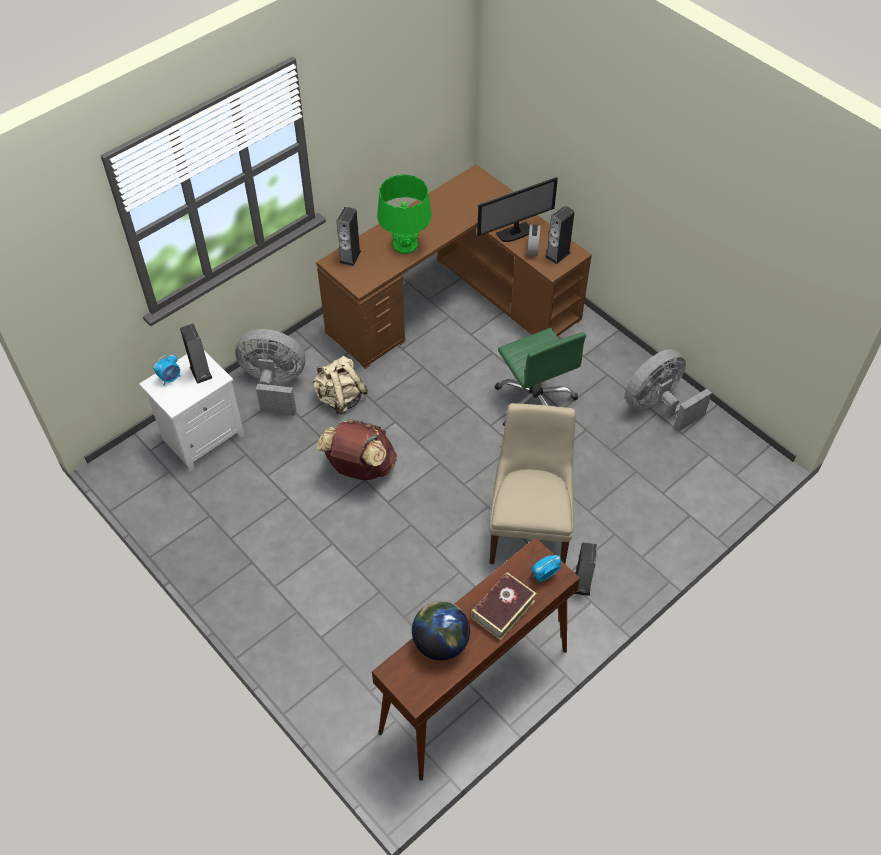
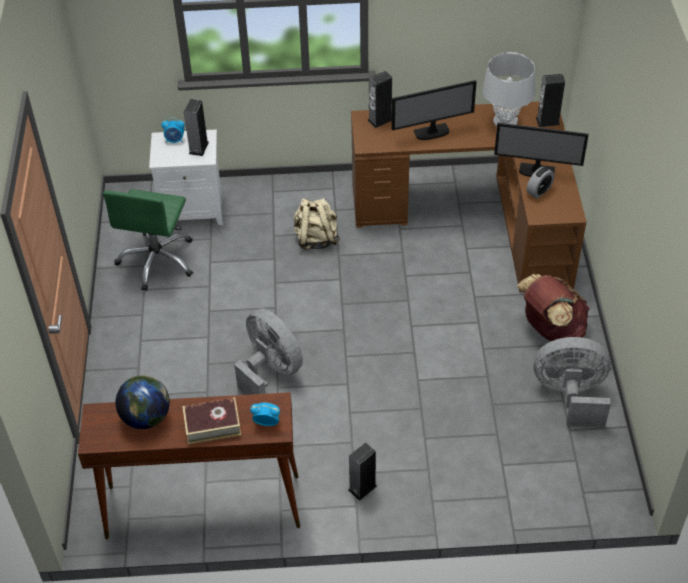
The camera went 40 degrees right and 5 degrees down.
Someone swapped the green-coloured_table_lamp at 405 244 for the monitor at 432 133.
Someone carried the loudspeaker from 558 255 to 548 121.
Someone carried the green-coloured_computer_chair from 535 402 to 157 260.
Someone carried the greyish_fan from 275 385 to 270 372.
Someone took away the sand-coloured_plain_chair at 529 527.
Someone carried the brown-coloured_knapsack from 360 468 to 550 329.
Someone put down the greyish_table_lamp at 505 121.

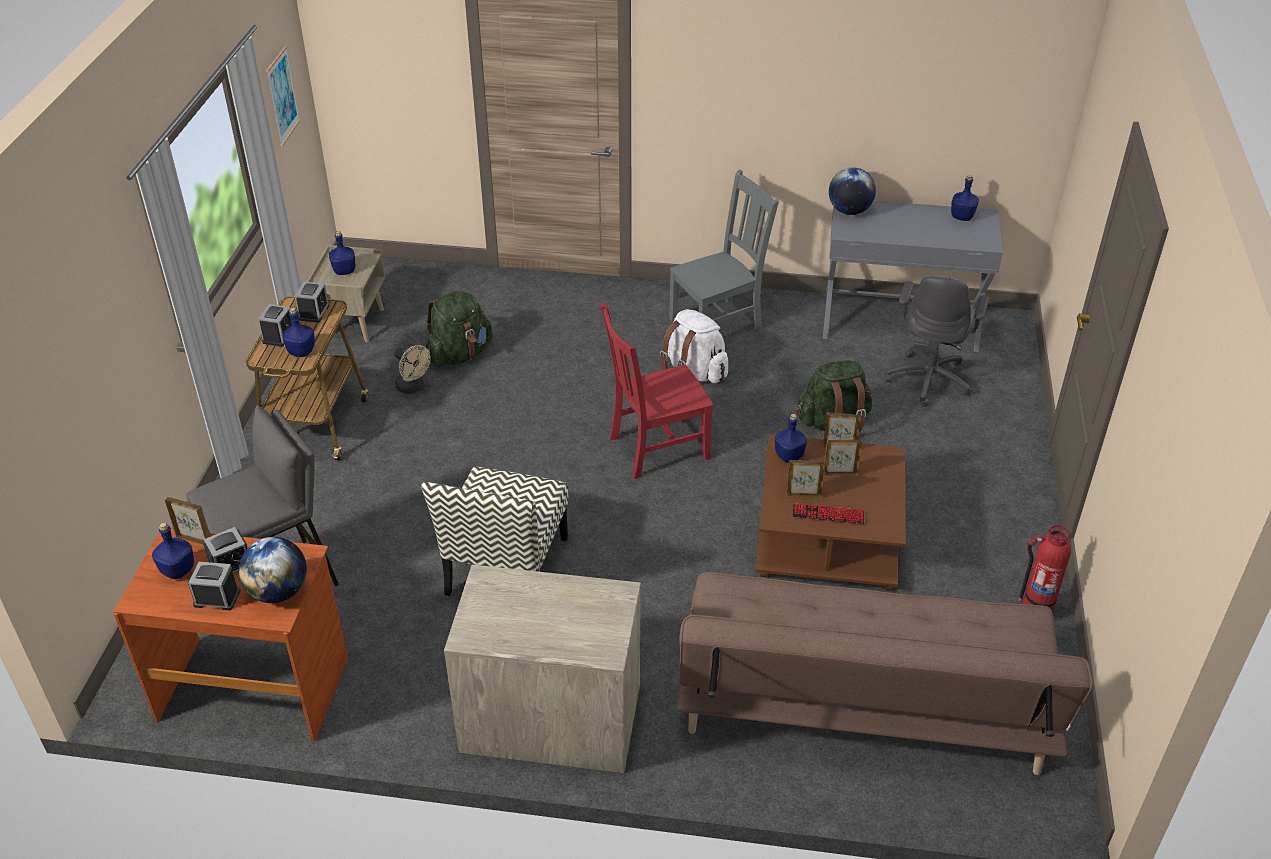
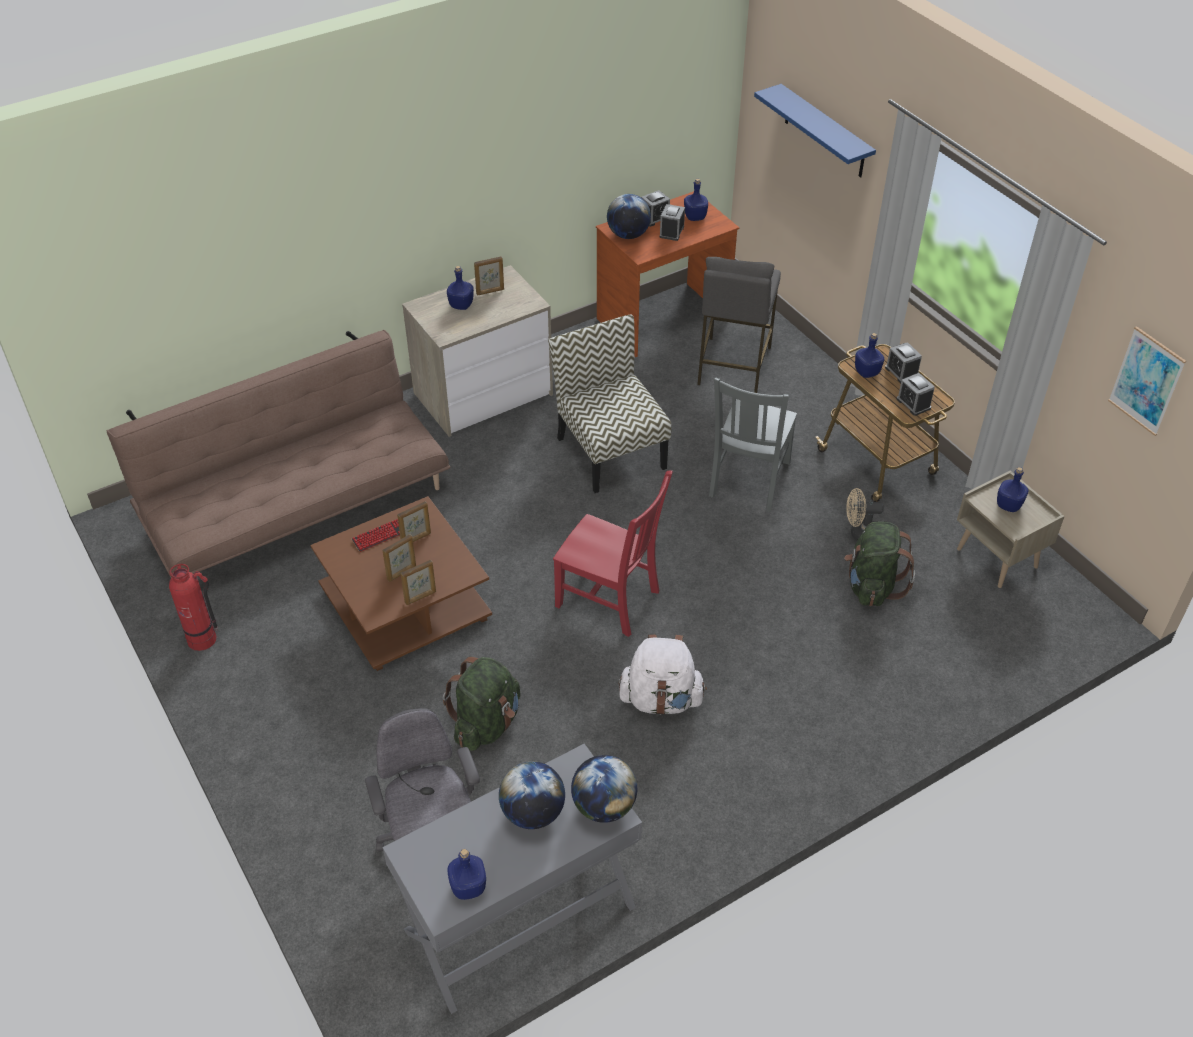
The camera went 140 degrees right and 5 degrees up.
Someone carried the greyish_plain_chair from 718 323 to 748 481.
Someone rotated the red-coloured_plain_chair at 655 448 by 90 degrees clockwise.
Someone carried the bluish_beverage_bottle from 788 456 to 461 305.
Someone carried the picture_frame from 194 539 to 490 291.
Someone put up the bluish_shelf at 825 132.
Someone put down the world_globe at 533 813.

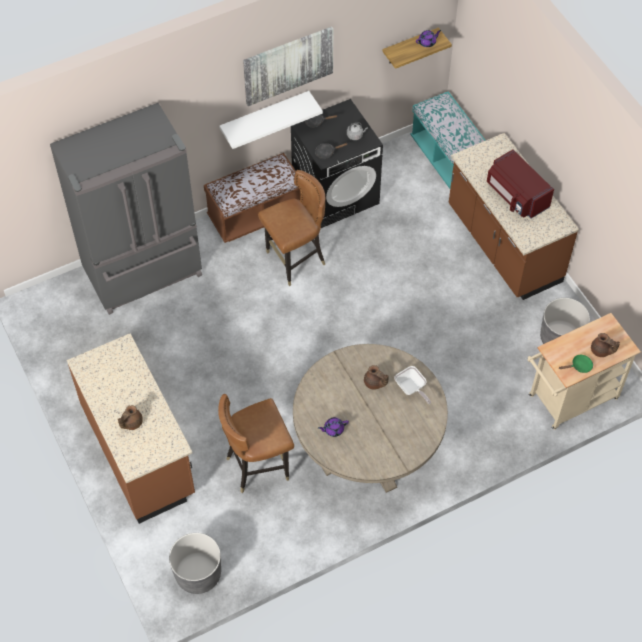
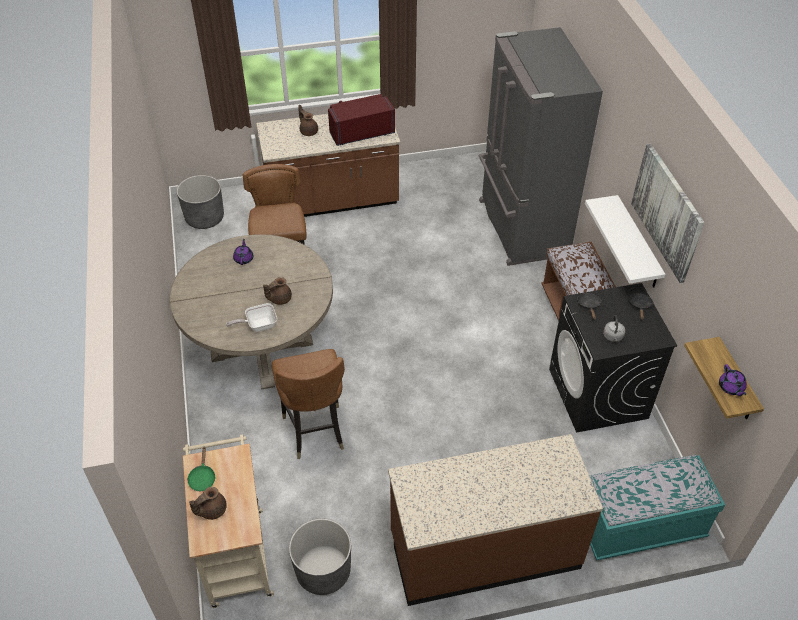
The camera went 105 degrees right and 10 degrees down.
Someone carried the red-coloured_microwave from 516 196 to 360 132.
Someone carried the brown-coloured_plain_chair from 295 261 to 314 430.

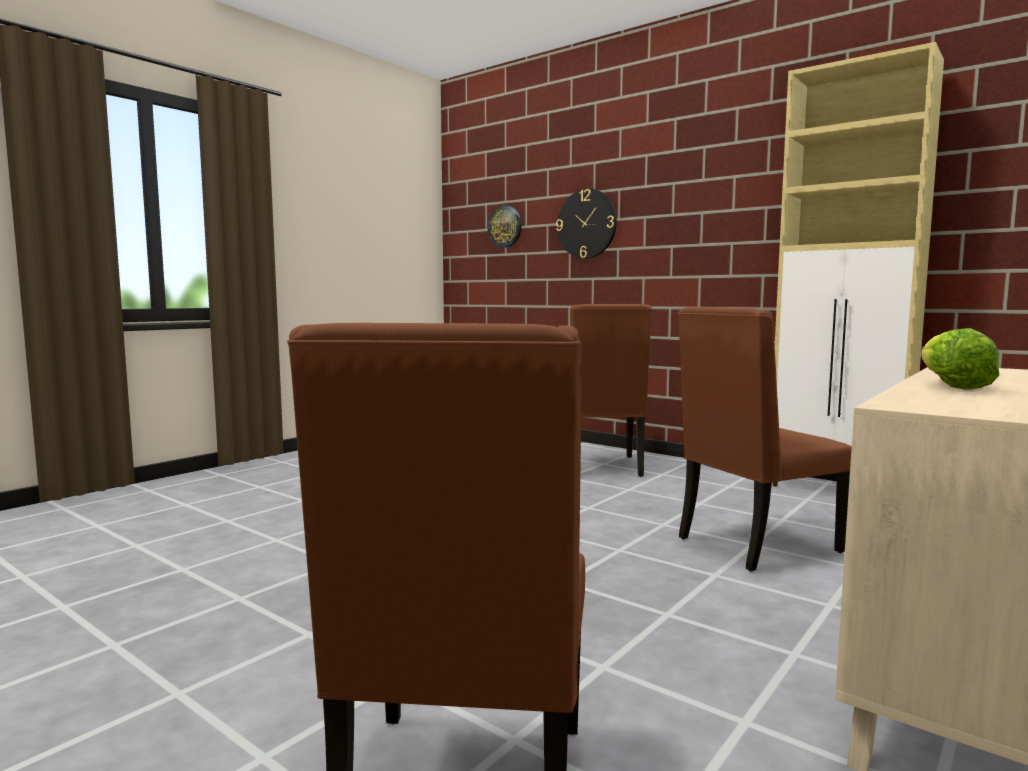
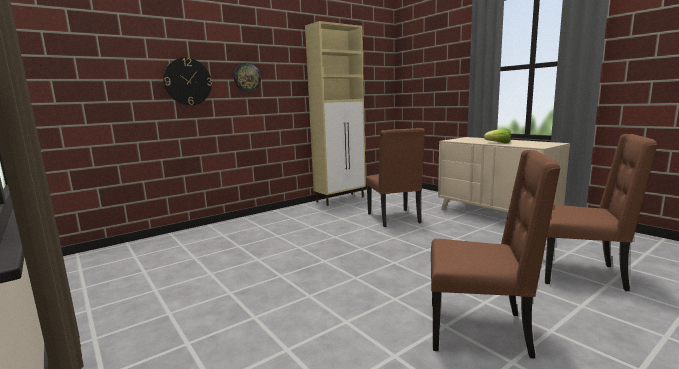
The camera went 75 degrees left and 5 degrees up.
Someone carried the hanging_clock from 505 226 to 247 77.
Someone carried the brown-coloured_plain_chair from 602 467 to 480 330.

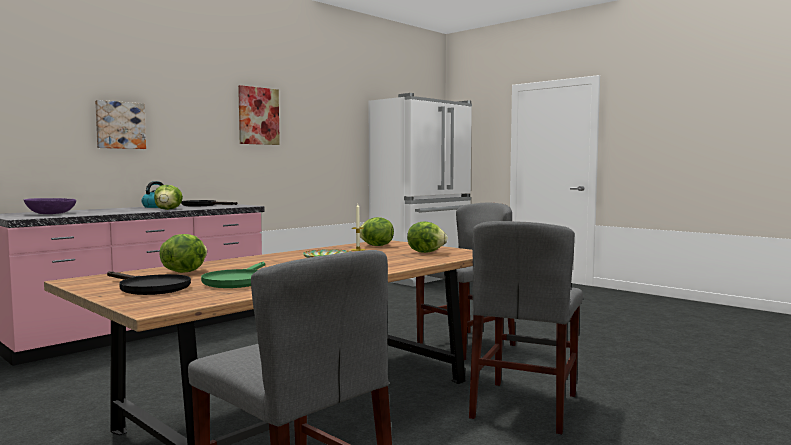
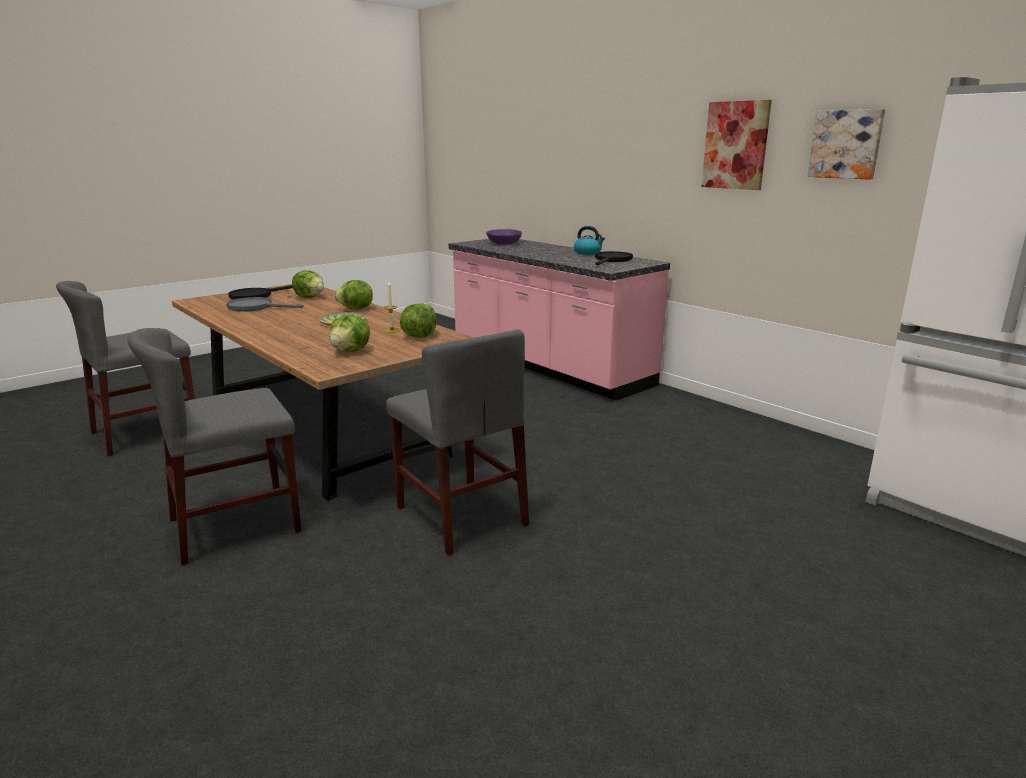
The camera went 95 degrees right and 15 degrees up.
Someone carried the wall_picture from 120 125 to 846 144.
Someone carried the head_of_lettuce from 168 209 to 356 309.
Someone rotated the greyish_plain_chair at 525 406 by 60 degrees counterclockwise.
Someone repainted the green-coloured_pan at 237 281, which became the greyish_pan at 256 307.

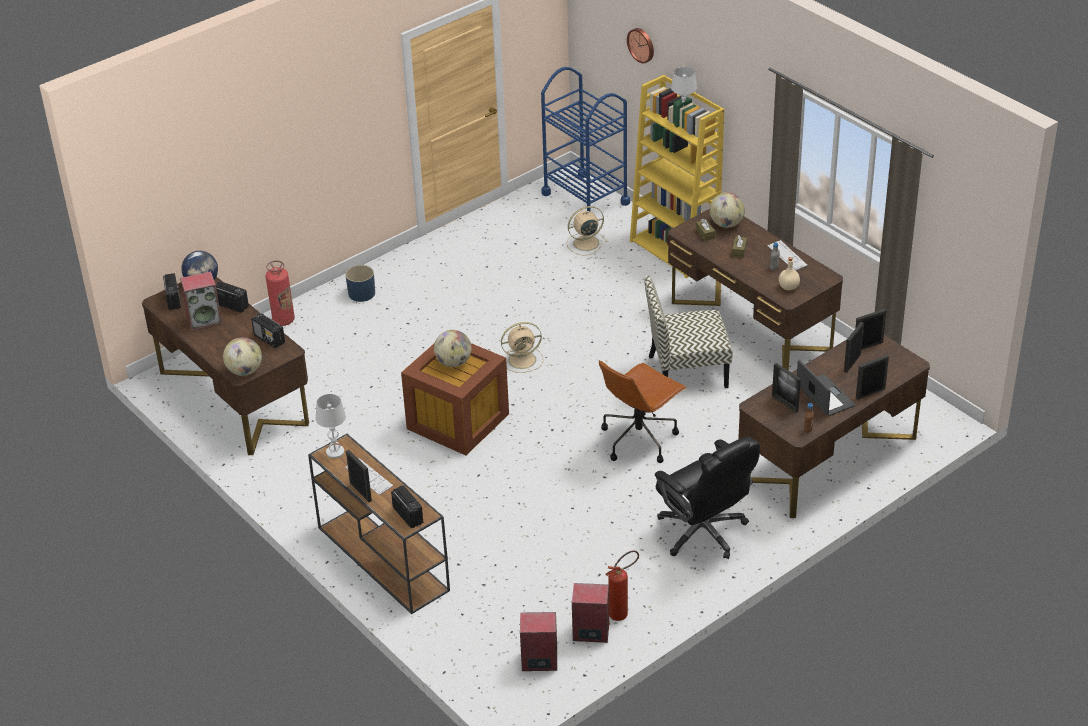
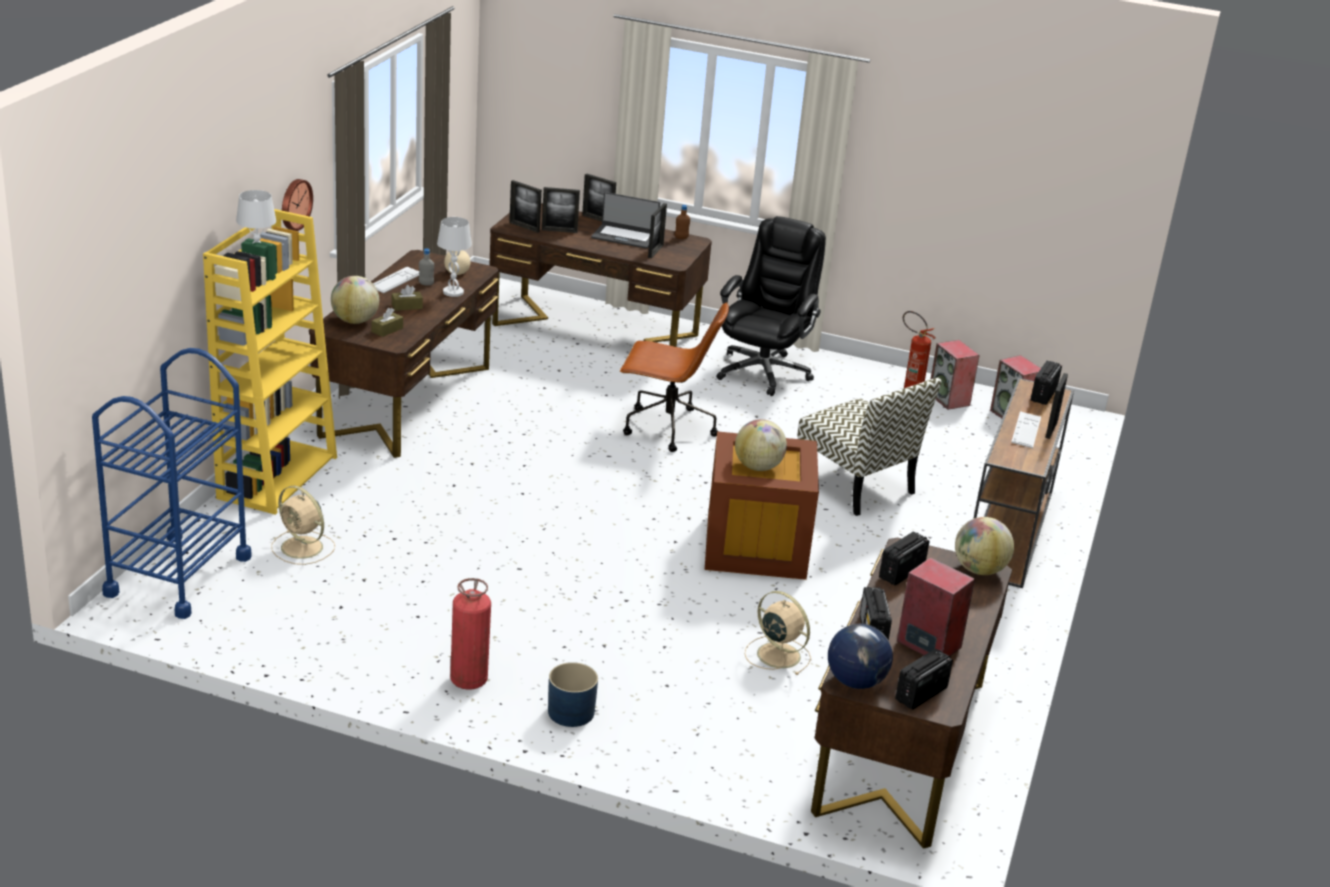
The camera went 125 degrees left and 10 degrees down.
Someone carried the hanging_clock from 641 45 to 294 204.
Someone carried the fire_extinguisher from 283 320 to 468 680.
Someone carried the plain_chair from 686 372 to 856 485.
Someone rotated the radio at 269 339 by 150 degrees counterclockwise.
Someone carried the sand-coloured_fan from 523 359 to 777 654.
Someone rotated the laptop at 824 396 by 105 degrees counterclockwise.
Someone carried the white_table_lamp from 335 452 to 453 292.

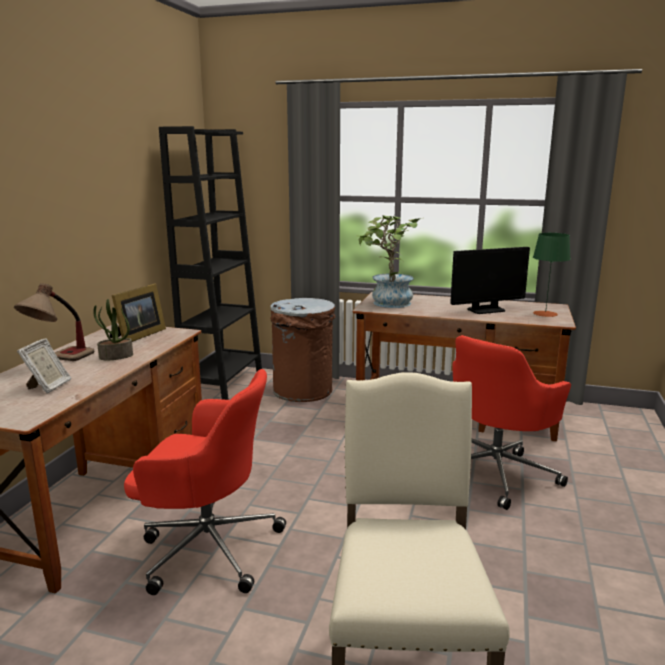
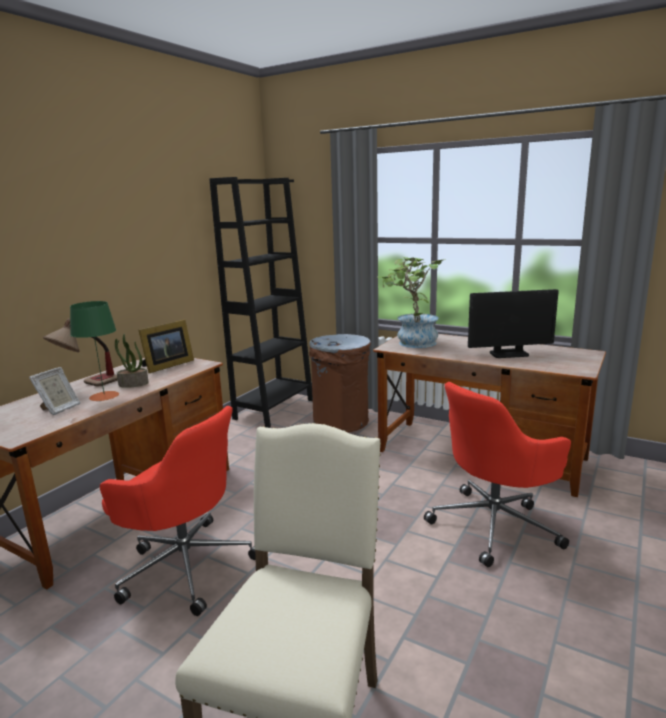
The camera went 15 degrees right and 0 degrees up.
Someone carried the green-coloured_table_lamp from 545 314 to 104 396.

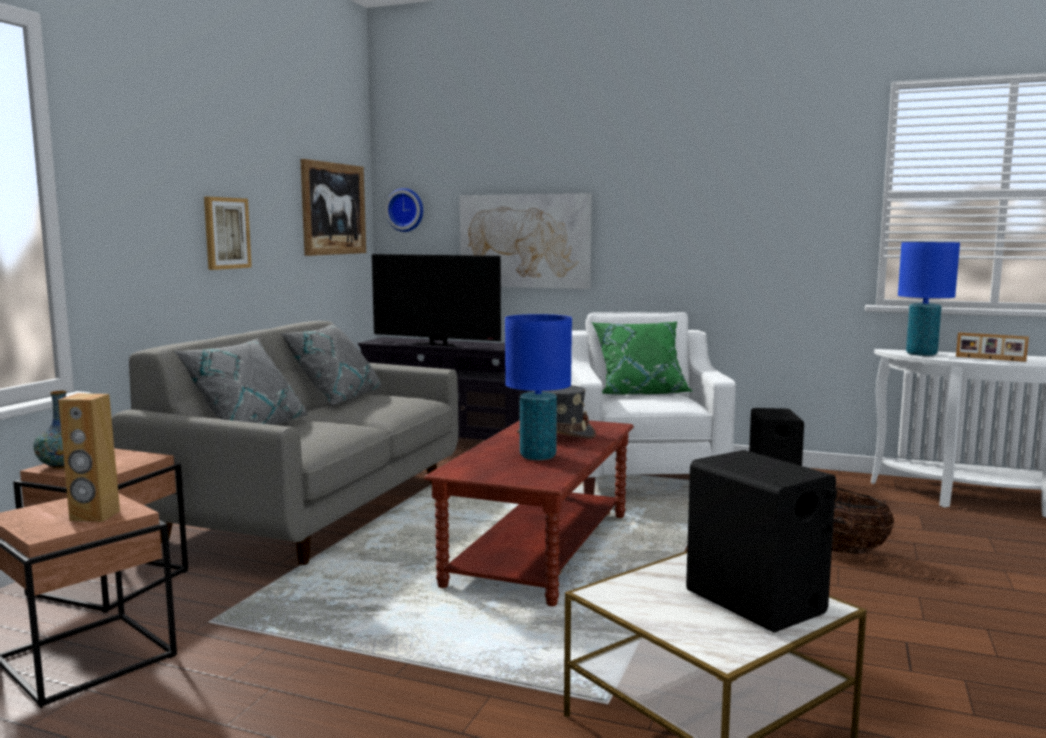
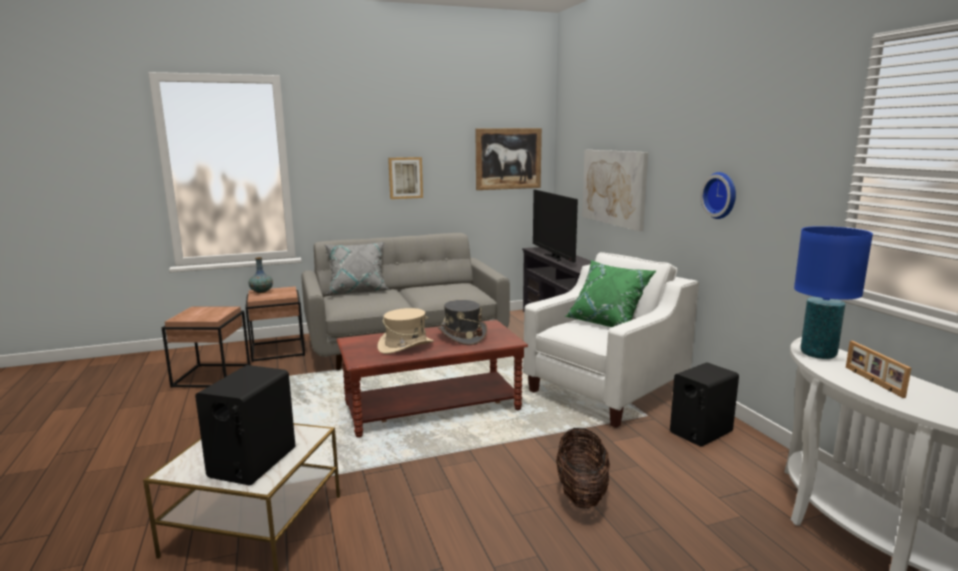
The camera went 50 degrees right and 5 degrees up.
Someone carried the hanging_clock from 406 210 to 721 195.
Someone swapped the bluish_table_lamp at 538 457 for the sand-coloured_clothing_hat at 406 346.
Someone took away the greyish_pillow at 336 399.
Someone took away the brown-coloured_loudspeaker at 94 516.

